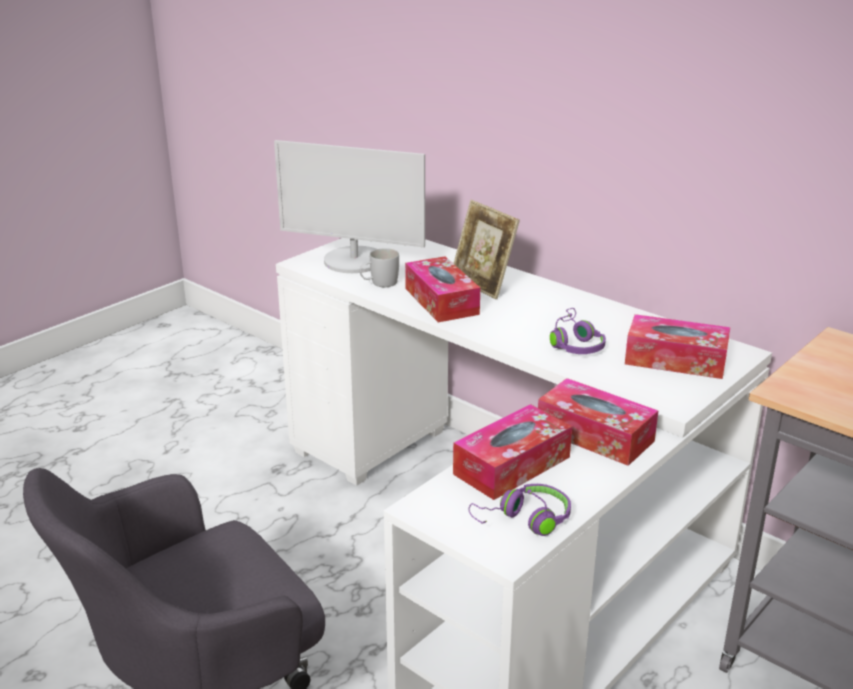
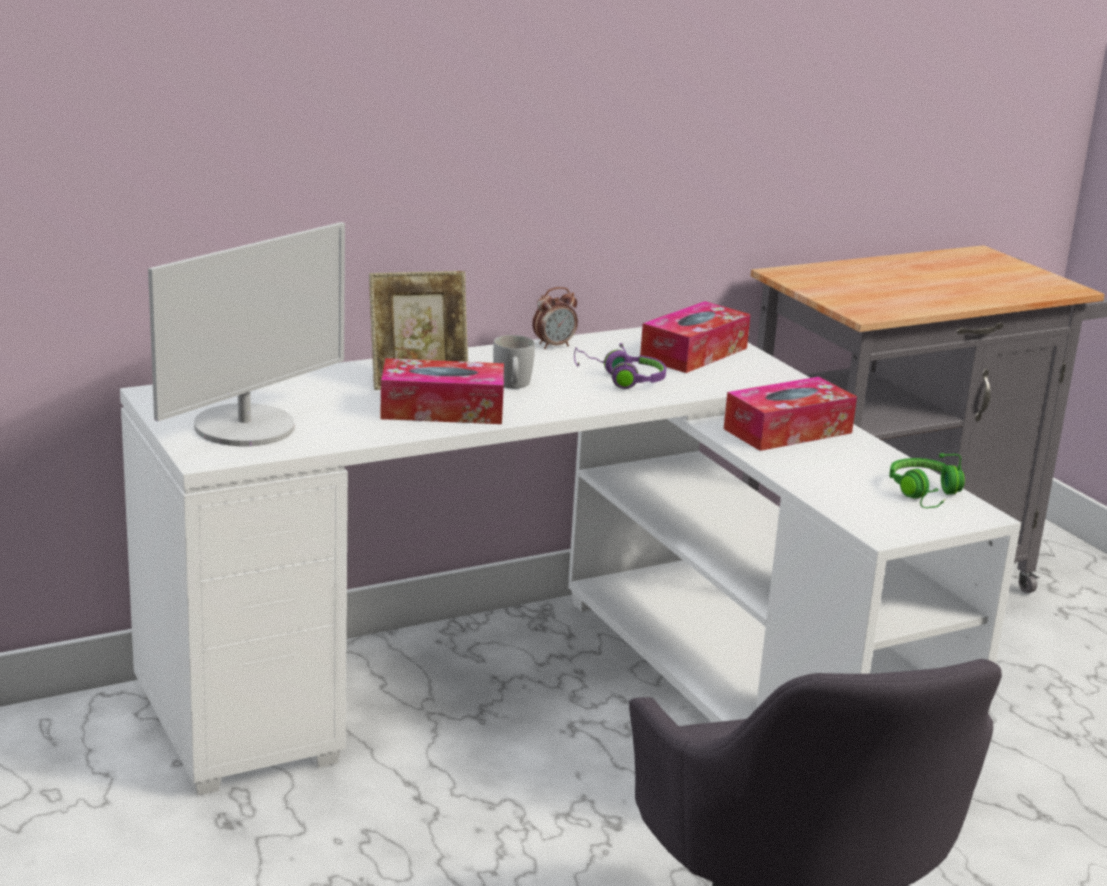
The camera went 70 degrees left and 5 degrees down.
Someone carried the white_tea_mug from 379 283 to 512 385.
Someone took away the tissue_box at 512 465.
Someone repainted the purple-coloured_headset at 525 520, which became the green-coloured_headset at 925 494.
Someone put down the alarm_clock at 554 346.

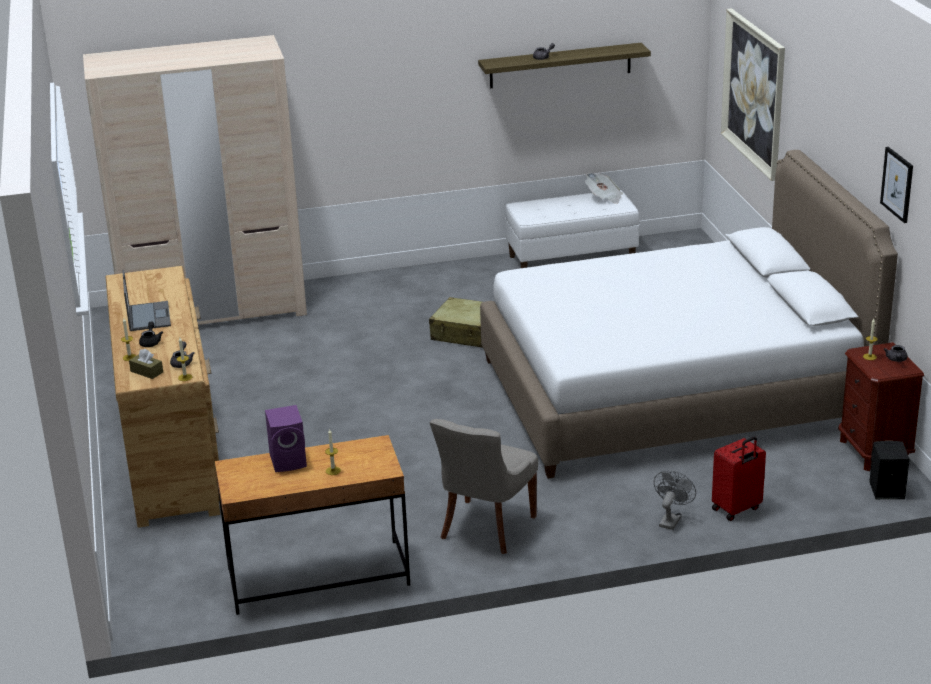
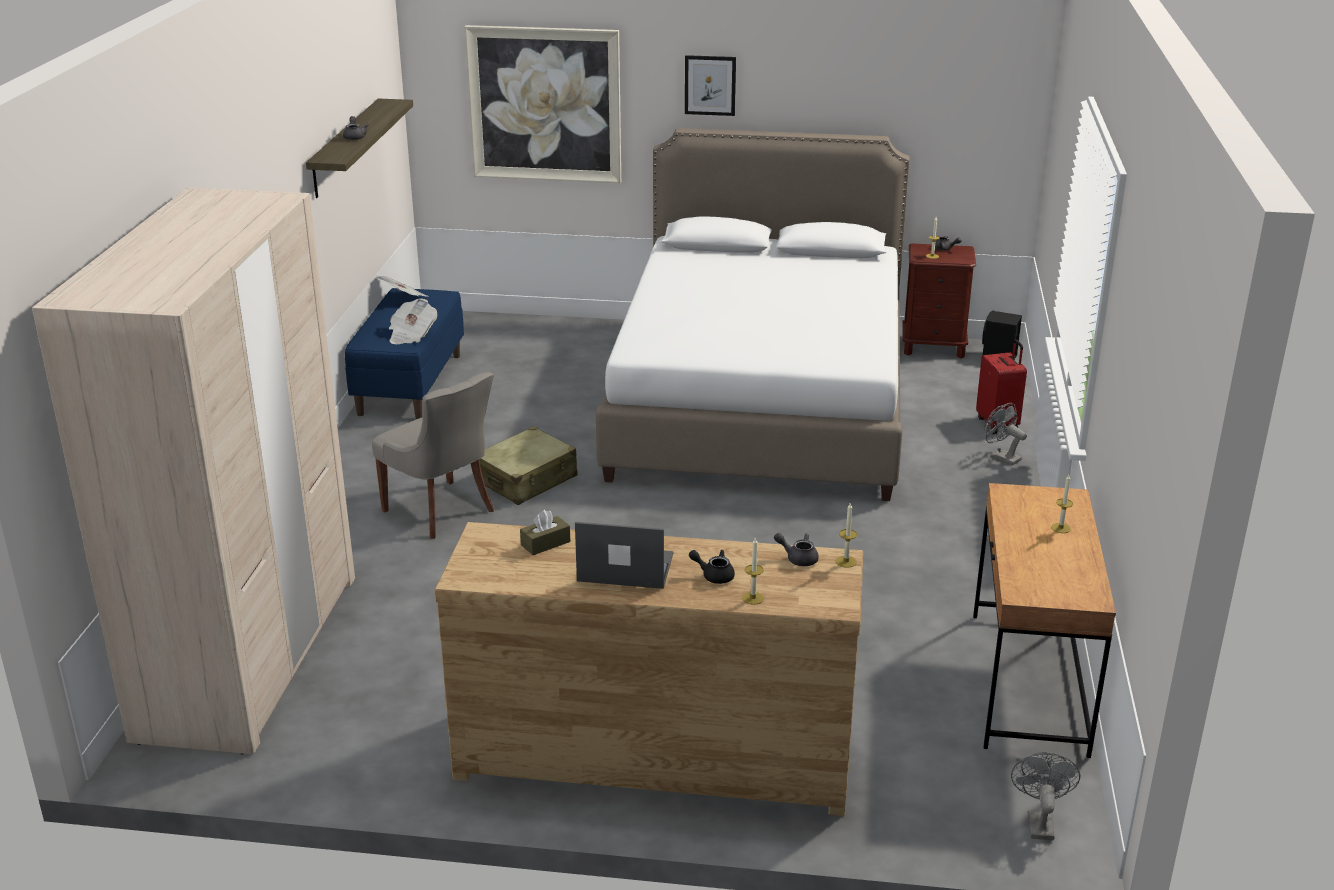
The camera went 70 degrees left and 0 degrees up.
Someone carried the wall_picture from 897 184 to 710 85.
Someone repainted the white_long_seat at 572 259, which became the bluish_long_seat at 409 384.
Someone carried the brown-coloured_tissue_box from 146 372 to 545 543.
Someone took away the purple-coloured_loudspeaker at 289 461.
Someone carried the greyish_plain_chair from 485 528 to 441 511.
Someone put down the newspaper at 411 335.
Someone put down the greyish_fan at 1039 822.

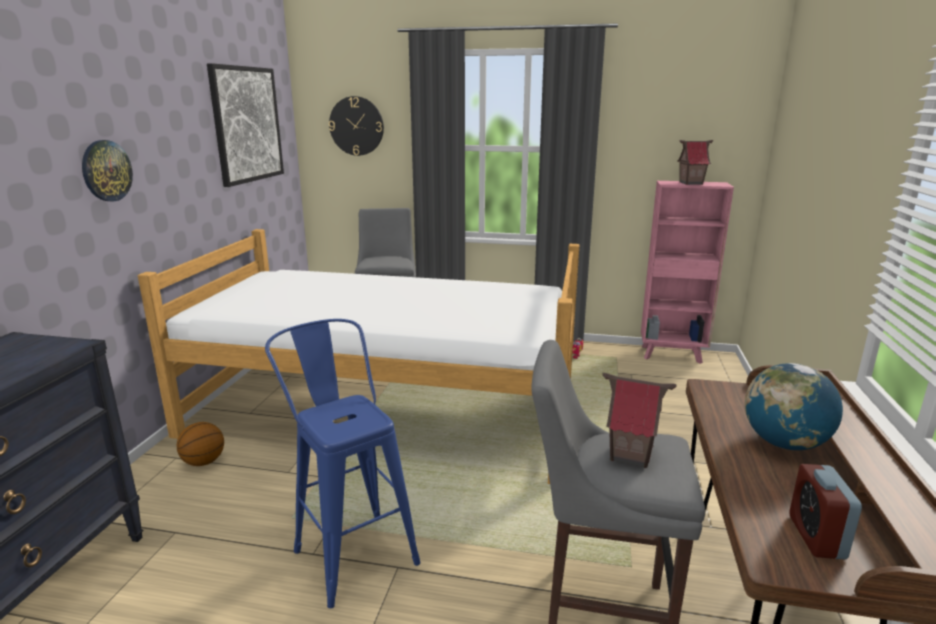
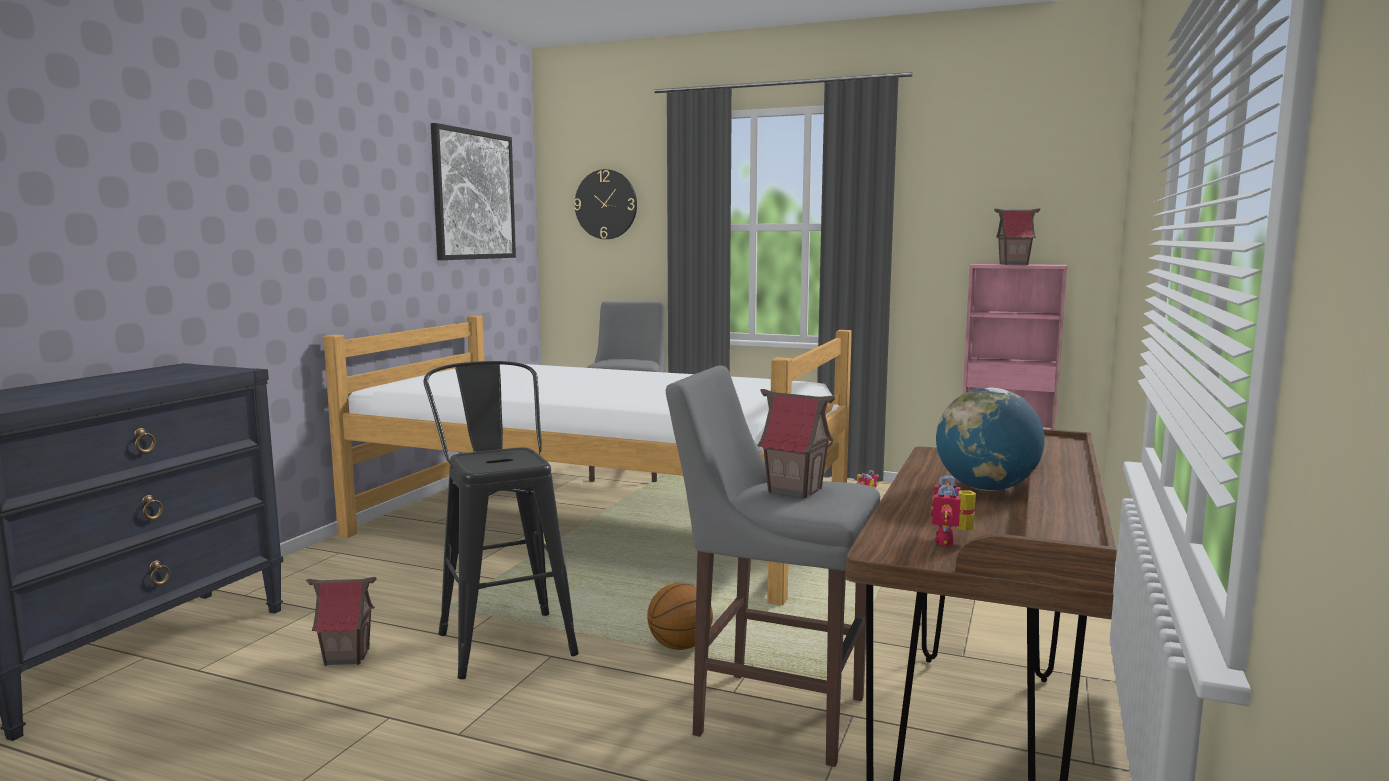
The camera went 10 degrees right and 10 degrees down.
Someone took away the hanging_clock at 106 171.
Someone repainted the bluish_stool_seat at 351 549, which became the black-coloured_stool_seat at 503 637.
Someone carried the ball_for_basketball from 203 462 to 679 646.
Someone swapped the alarm_clock at 816 537 for the robot_figure at 951 540.
Someone put down the toy_house at 347 656.

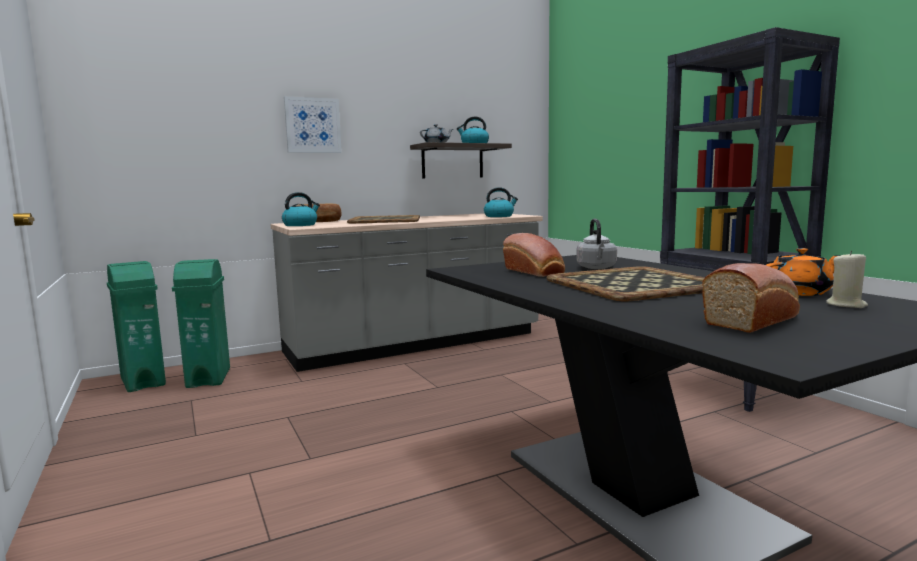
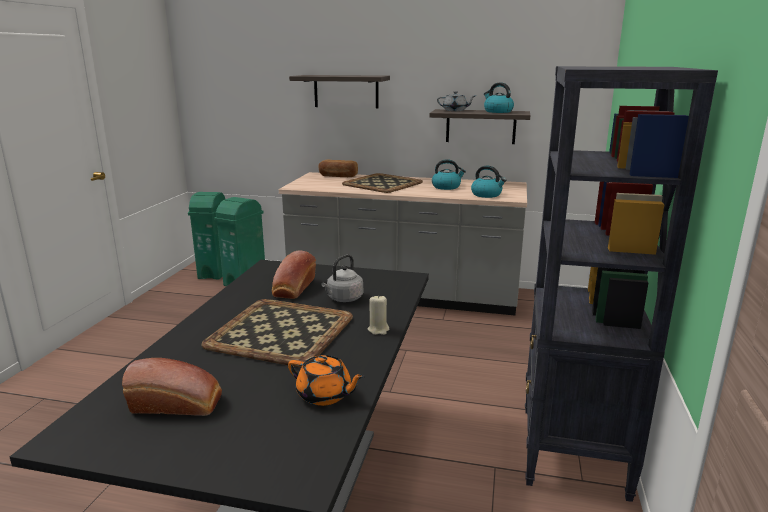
The camera went 40 degrees right and 10 degrees up.
Someone swapped the wall_picture at 312 125 for the shelf at 346 91.
Someone carried the water_kettle from 300 225 to 446 187.
Someone carried the sand-coloured_candle from 846 305 to 378 329.

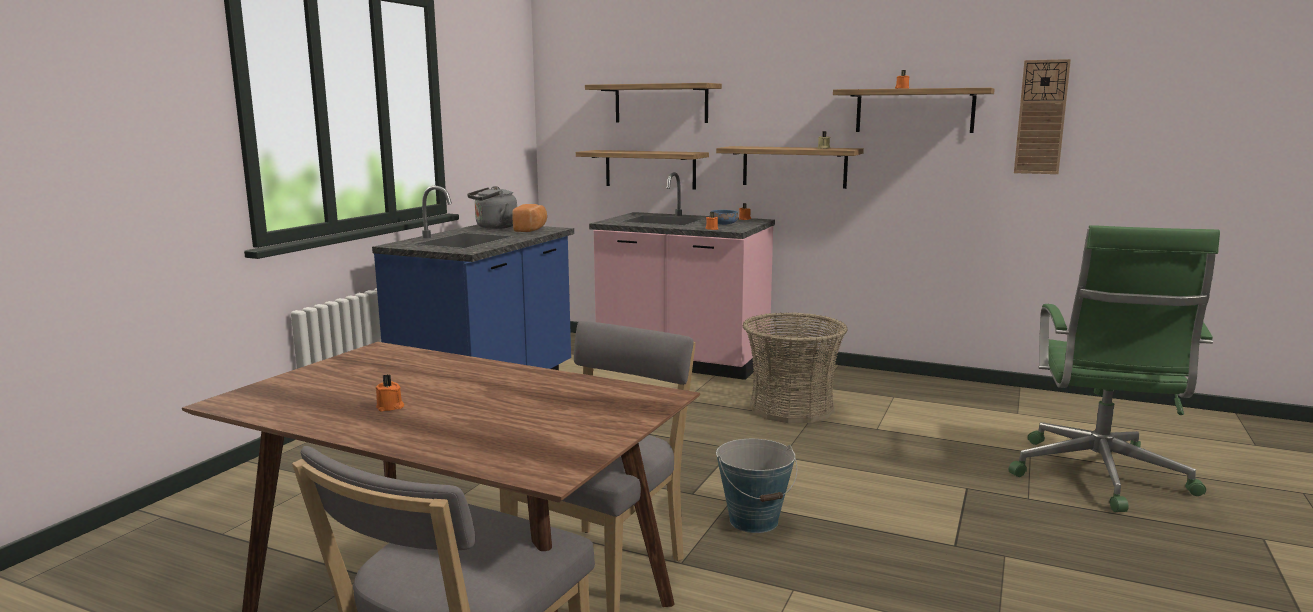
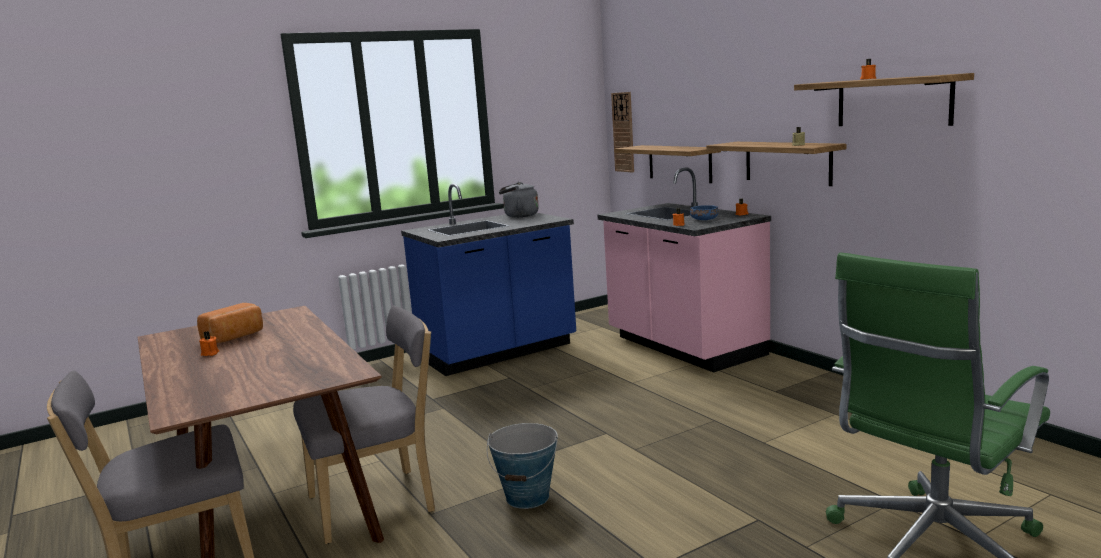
The camera went 35 degrees right and 0 degrees up.
Someone carried the hanging_clock from 1041 117 to 623 132.
Someone took away the shelf at 661 103.
Someone carried the bread from 531 229 to 235 337.
Someone took away the household_basket at 791 408.

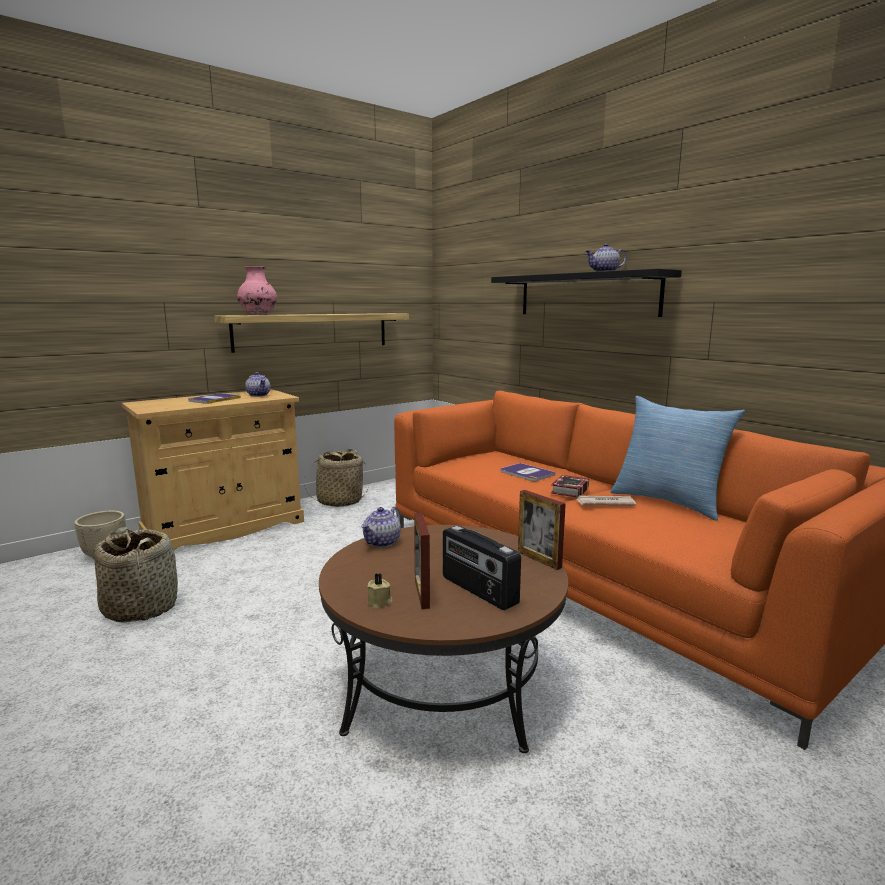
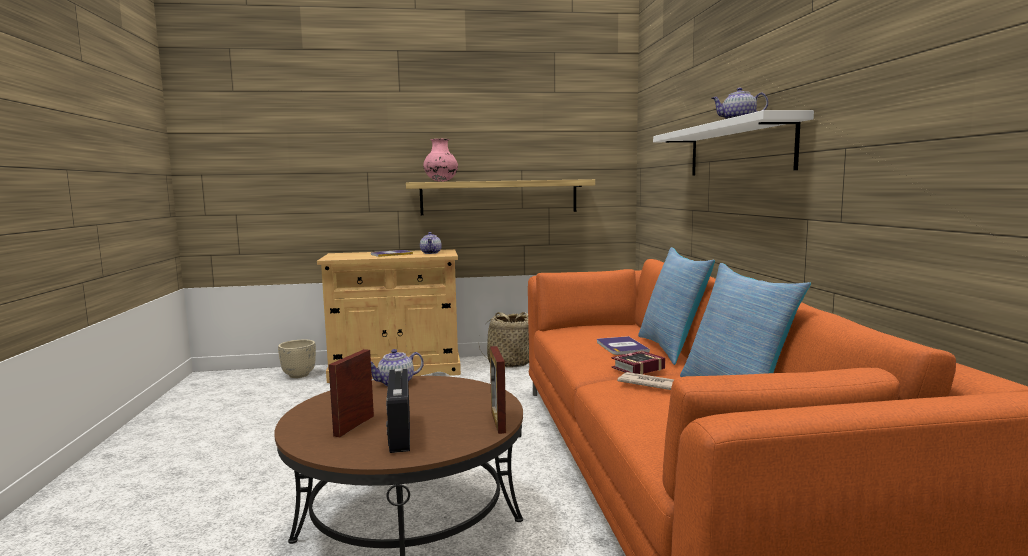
The camera went 30 degrees right and 5 degrees down.
Someone repainted the black-coloured_shelf at 586 295, which became the white_shelf at 738 149.
Someone took away the household_basket at 141 607.
Someone took away the sand-coloured_candle at 380 602.
Someone put down the pillow at 672 348.

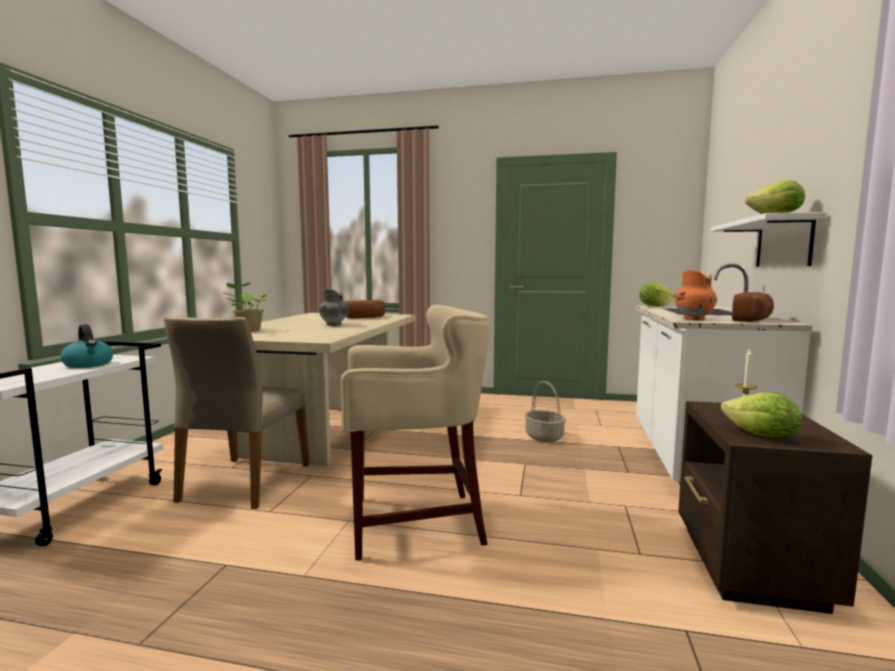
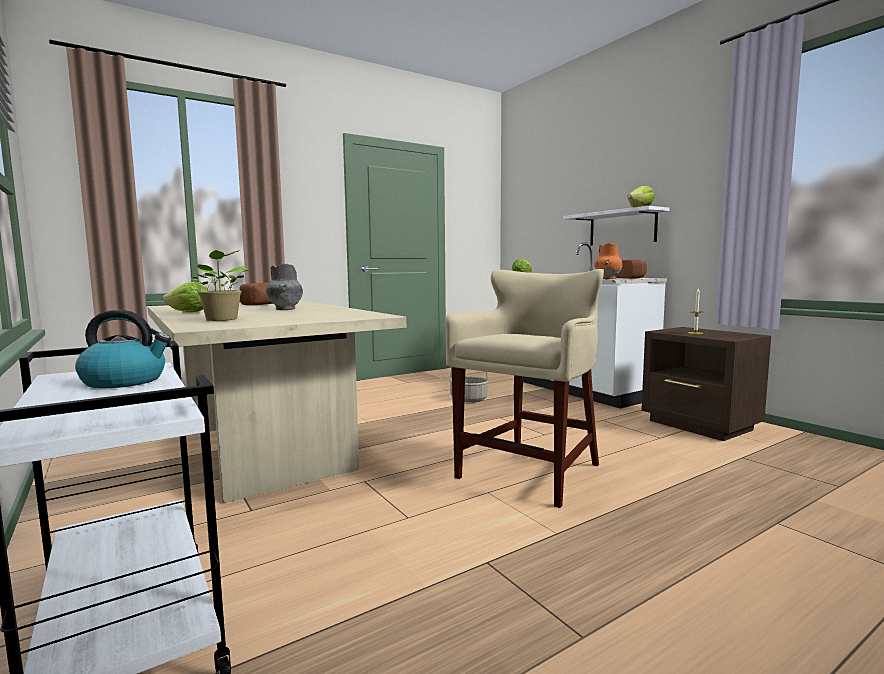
The camera went 45 degrees left and 0 degrees up.
Someone took away the sand-coloured_plain_chair at 244 482.
Someone carried the head_of_lettuce from 761 436 to 189 312.

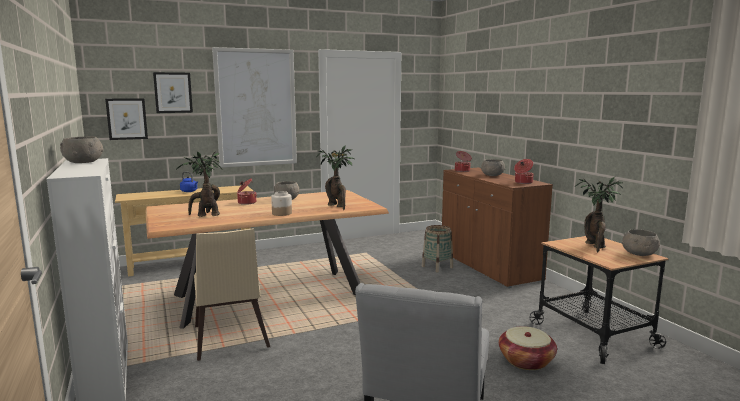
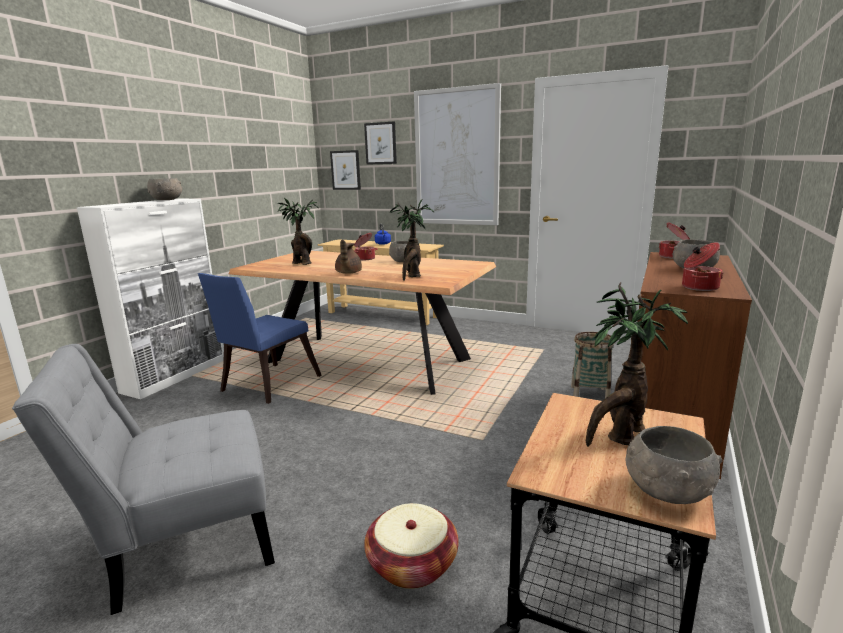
The camera went 50 degrees right and 5 degrees up.
Someone swapped the storage_jar at 281 213 for the brown-coloured_teapot at 348 273.
Someone repainted the sand-coloured_plain_chair at 230 340, which became the bluish_plain_chair at 266 385.

